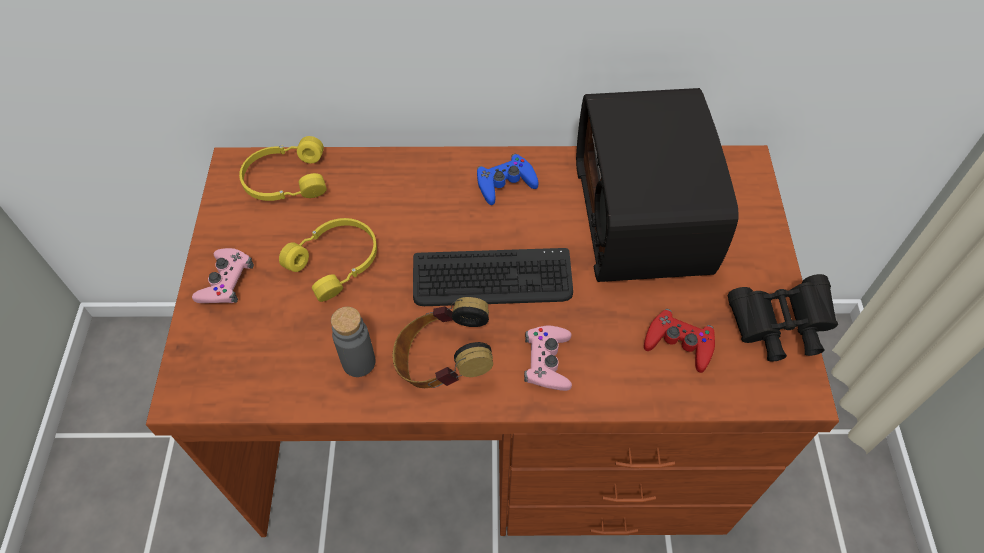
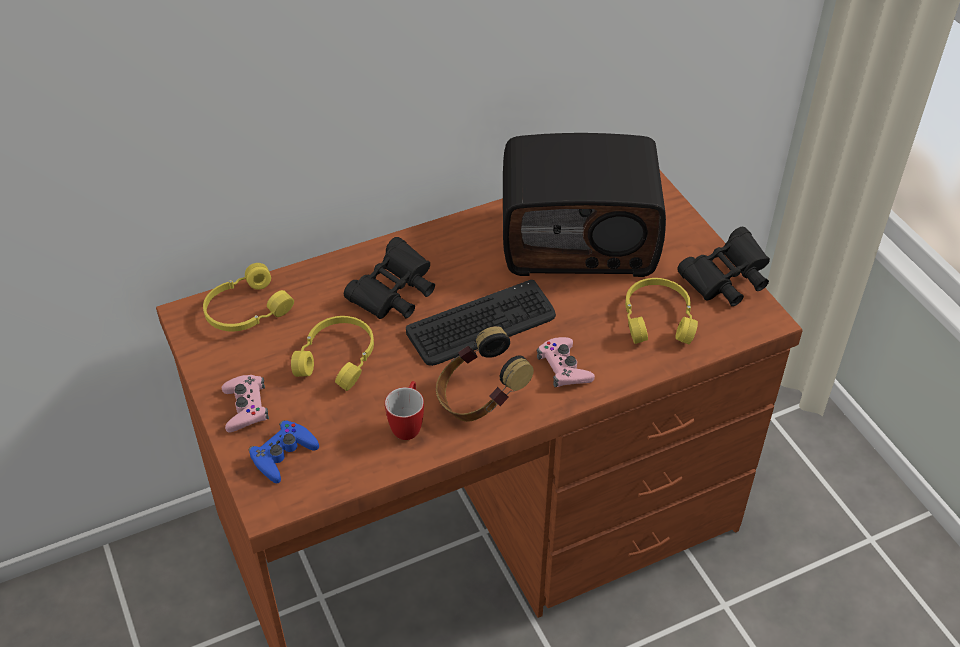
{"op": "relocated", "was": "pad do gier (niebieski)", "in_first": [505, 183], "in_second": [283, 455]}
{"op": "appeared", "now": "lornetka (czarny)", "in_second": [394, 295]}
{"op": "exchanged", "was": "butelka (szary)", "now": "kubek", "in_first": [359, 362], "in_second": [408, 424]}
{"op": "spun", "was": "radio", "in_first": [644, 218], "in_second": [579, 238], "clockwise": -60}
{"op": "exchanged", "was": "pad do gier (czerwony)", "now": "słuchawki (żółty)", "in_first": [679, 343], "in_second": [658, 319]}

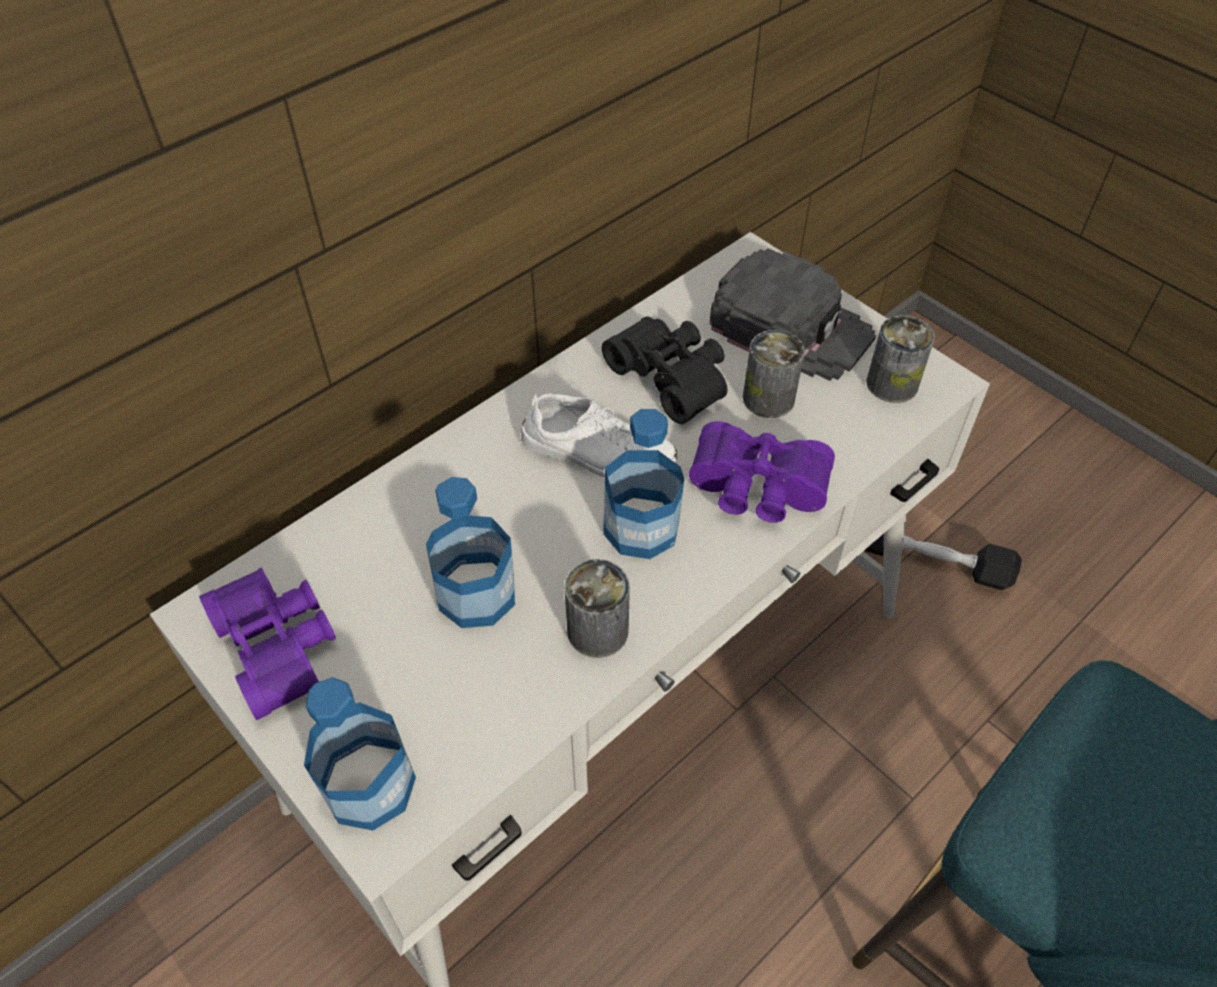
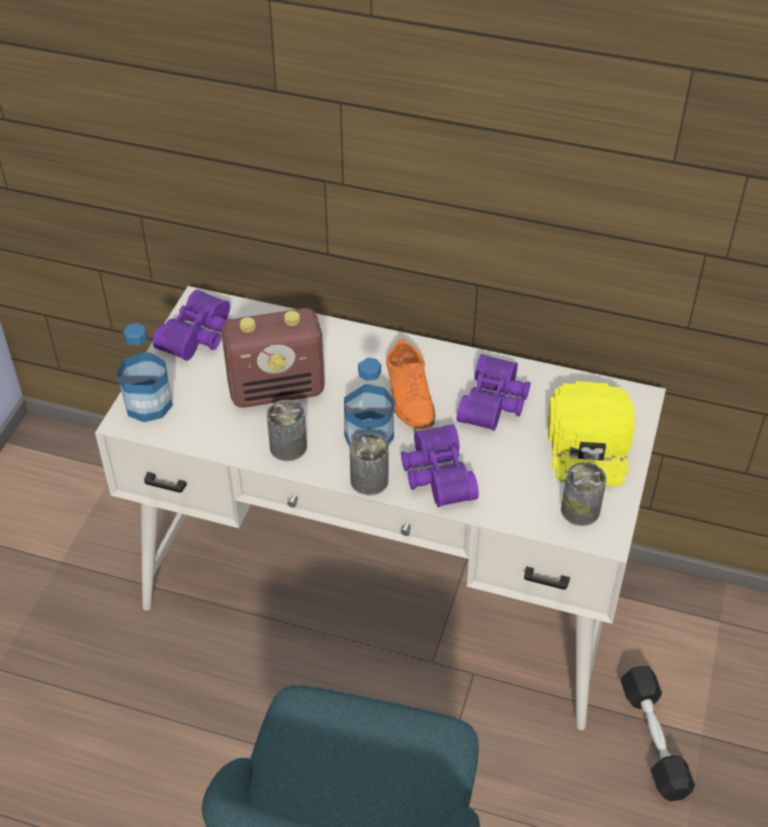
{"op": "exchanged", "was": "butelka", "now": "radio", "in_first": [476, 594], "in_second": [277, 391]}
{"op": "relocated", "was": "puszka", "in_first": [768, 398], "in_second": [369, 480]}
{"op": "colour", "was": "but (biały)", "now": "but (pomarańczowy)", "in_first": [597, 451], "in_second": [409, 395]}
{"op": "colour", "was": "lornetka (czarny)", "now": "lornetka (fioletowy)", "in_first": [672, 376], "in_second": [496, 403]}
{"op": "colour", "was": "czapka z daszkiem (czarny)", "now": "czapka z daszkiem (żółty)", "in_first": [792, 326], "in_second": [590, 442]}

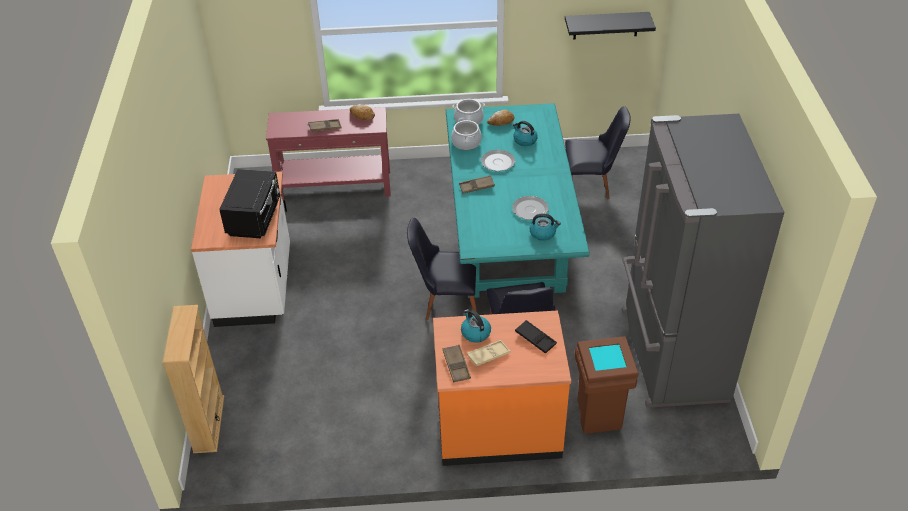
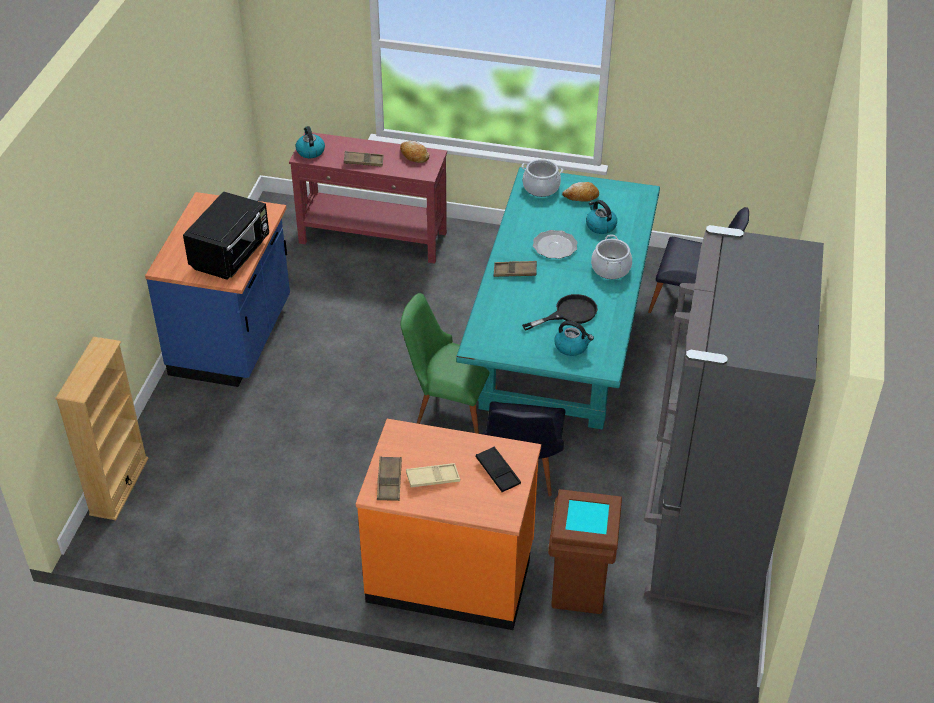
{"op": "colour", "was": "zabudowa kuchenna (biały)", "now": "zabudowa kuchenna (niebieski)", "in_first": [256, 287], "in_second": [233, 339]}
{"op": "relocated", "was": "czajnik", "in_first": [475, 333], "in_second": [310, 151]}
{"op": "colour", "was": "krzesło (czarny)", "now": "krzesło (zielony)", "in_first": [446, 302], "in_second": [449, 408]}
{"op": "exchanged", "was": "talerz", "now": "patelnia (czarny)", "in_first": [530, 209], "in_second": [569, 313]}
{"op": "relocated", "was": "garnek", "in_first": [466, 143], "in_second": [610, 269]}
{"op": "missing", "was": "półka (czarny)", "in_first": [606, 25]}

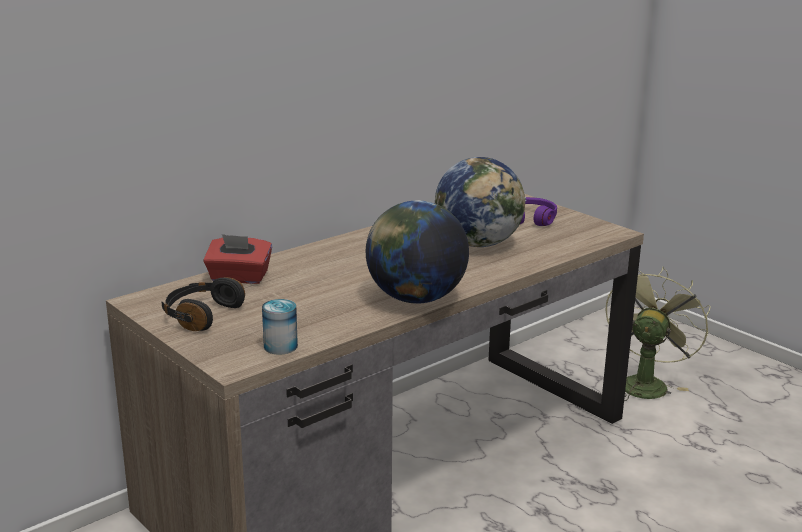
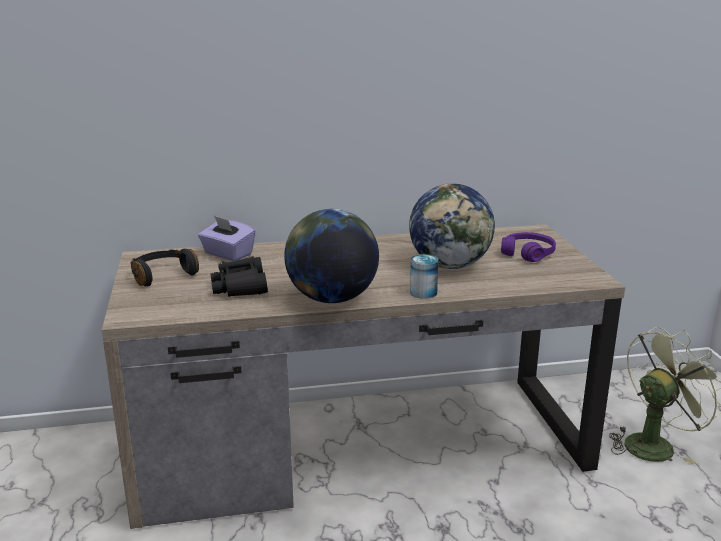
{"op": "colour", "was": "pudełko chusteczek (czerwony)", "now": "pudełko chusteczek (fioletowy)", "in_first": [239, 278], "in_second": [227, 254]}
{"op": "appeared", "now": "lornetka (czarny)", "in_second": [240, 287]}
{"op": "relocated", "was": "puszka", "in_first": [280, 346], "in_second": [423, 293]}

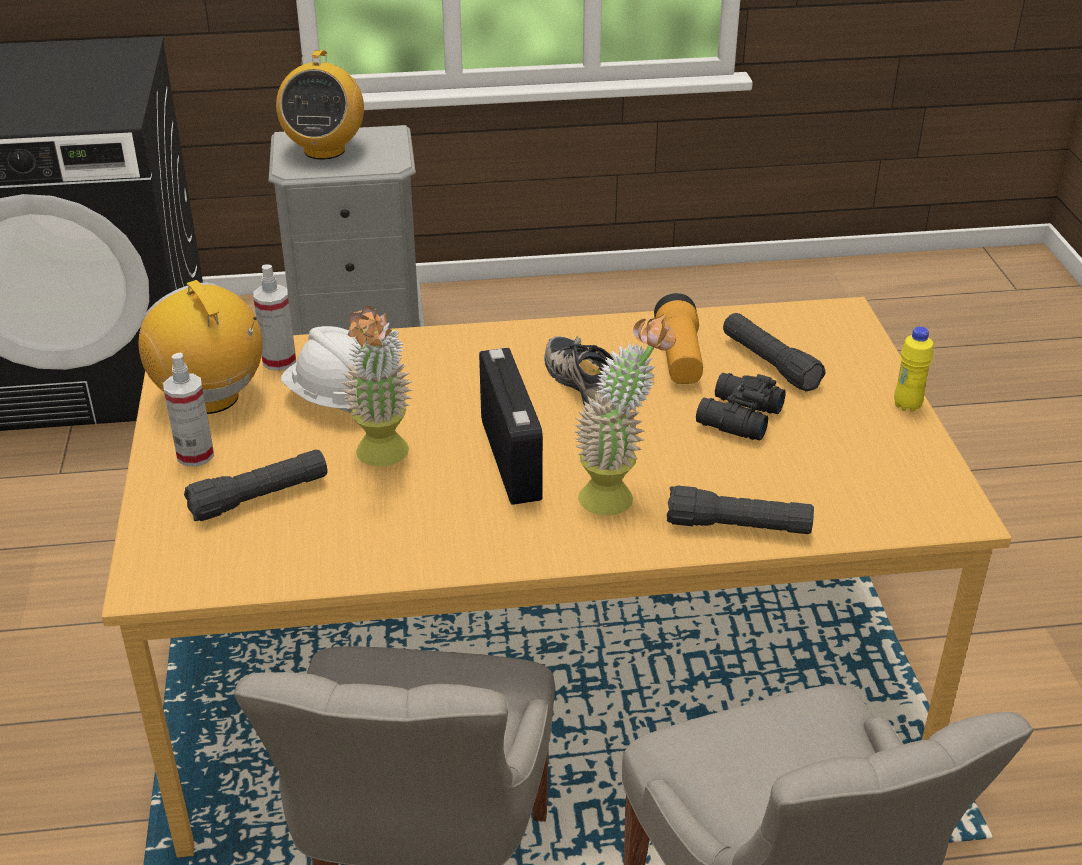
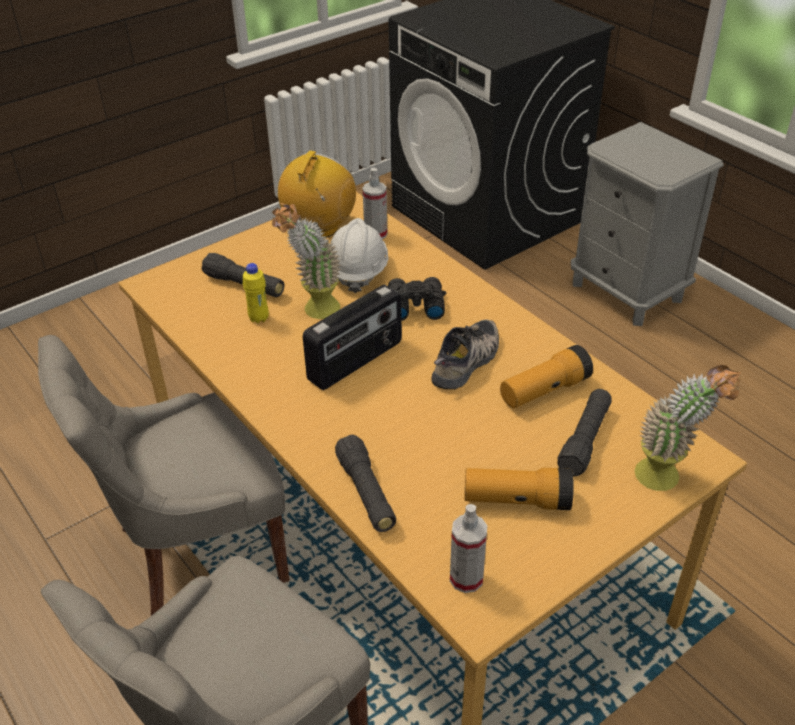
{"op": "relocated", "was": "butelka (żółty)", "in_first": [907, 405], "in_second": [259, 318]}
{"op": "relocated", "was": "lornetka (czarny)", "in_first": [737, 417], "in_second": [414, 305]}
{"op": "relocated", "was": "spryskiwacz", "in_first": [195, 455], "in_second": [466, 578]}
{"op": "appeared", "now": "latarka", "in_second": [517, 500]}
{"op": "relocated", "was": "roślina doniczkowa", "in_first": [618, 494], "in_second": [668, 479]}
{"op": "missing", "was": "radio", "in_first": [324, 150]}

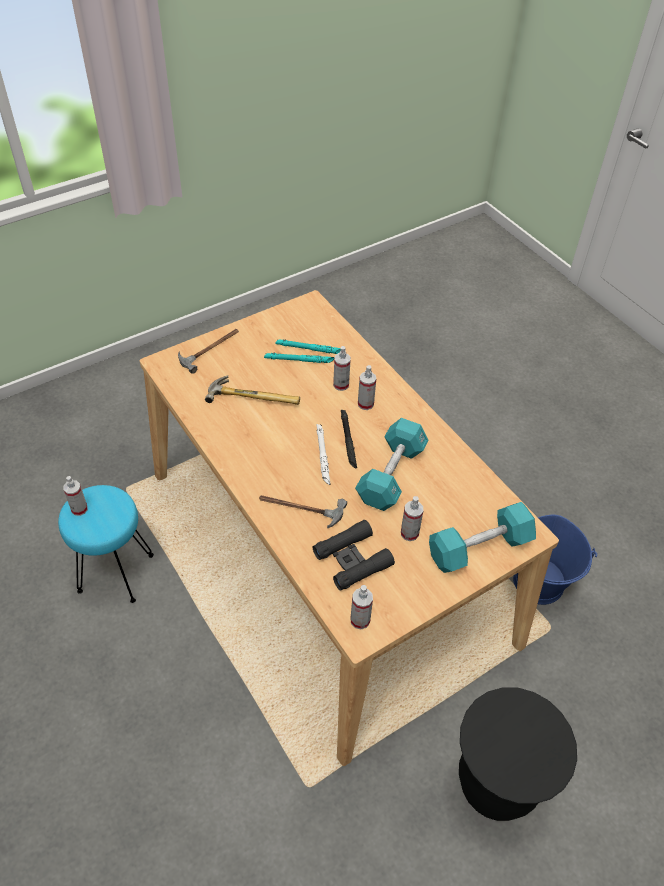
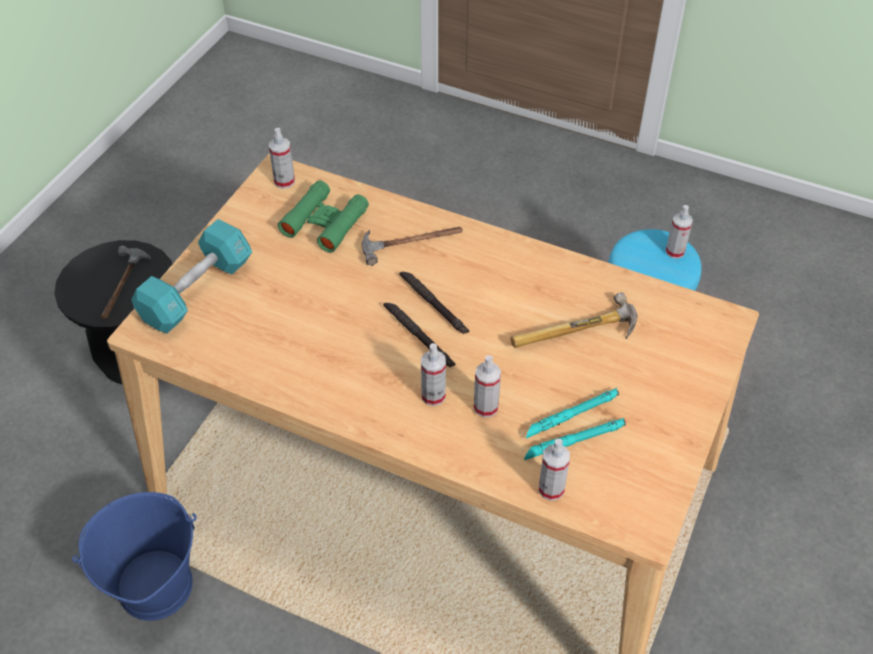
{"op": "relocated", "was": "młotek", "in_first": [210, 349], "in_second": [122, 286]}
{"op": "colour", "was": "lornetka (czarny)", "now": "lornetka (zielony)", "in_first": [352, 559], "in_second": [325, 222]}
{"op": "colour", "was": "latarka (biały)", "now": "latarka (czarny)", "in_first": [323, 456], "in_second": [433, 305]}
{"op": "relocated", "was": "spryskiwacz", "in_first": [409, 533], "in_second": [551, 489]}
{"op": "missing", "was": "hantel (turkusowy)", "in_first": [391, 474]}

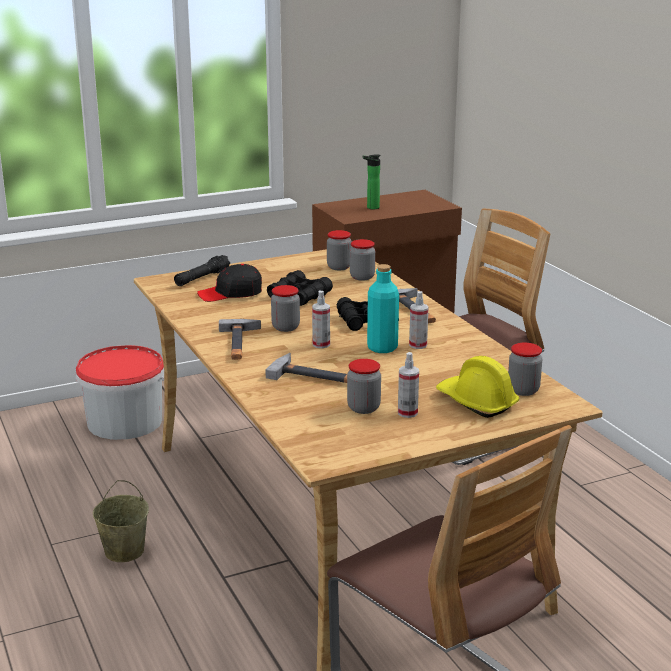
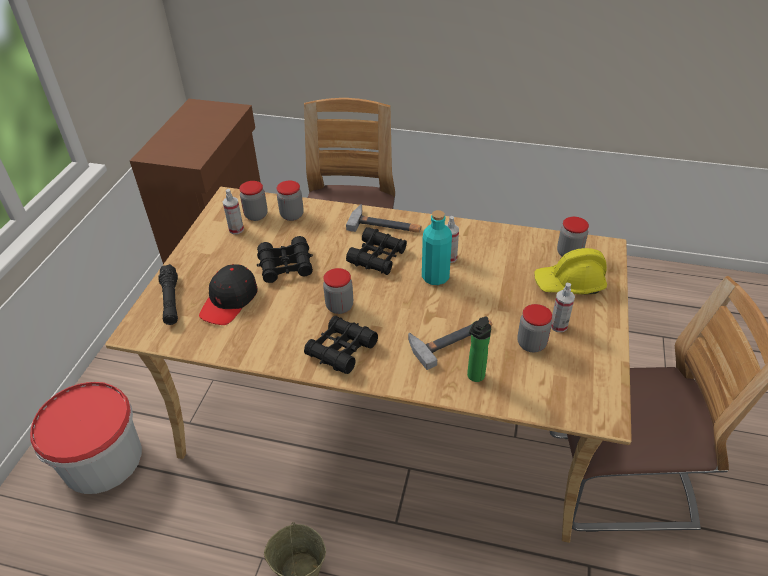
{"op": "relocated", "was": "spryskiwacz", "in_first": [321, 344], "in_second": [236, 229]}
{"op": "exchanged", "was": "młotek", "now": "lornetka (czarny)", "in_first": [239, 343], "in_second": [341, 350]}
{"op": "relocated", "was": "butelka", "in_first": [371, 207], "in_second": [474, 377]}

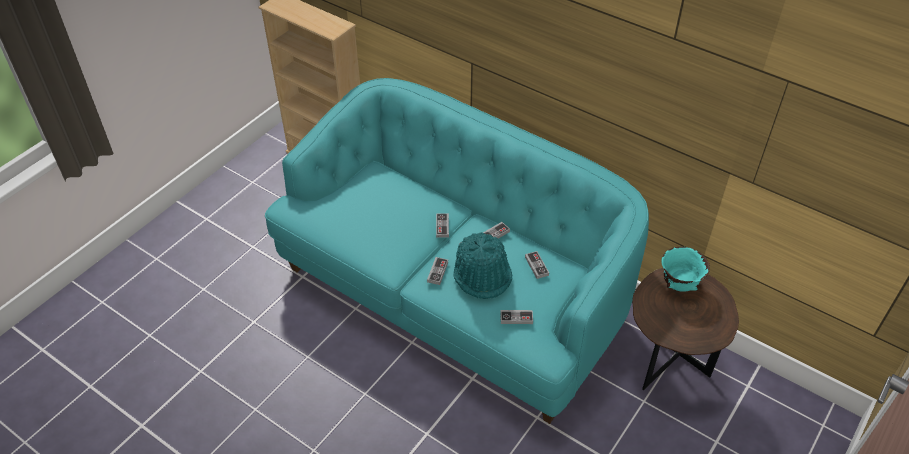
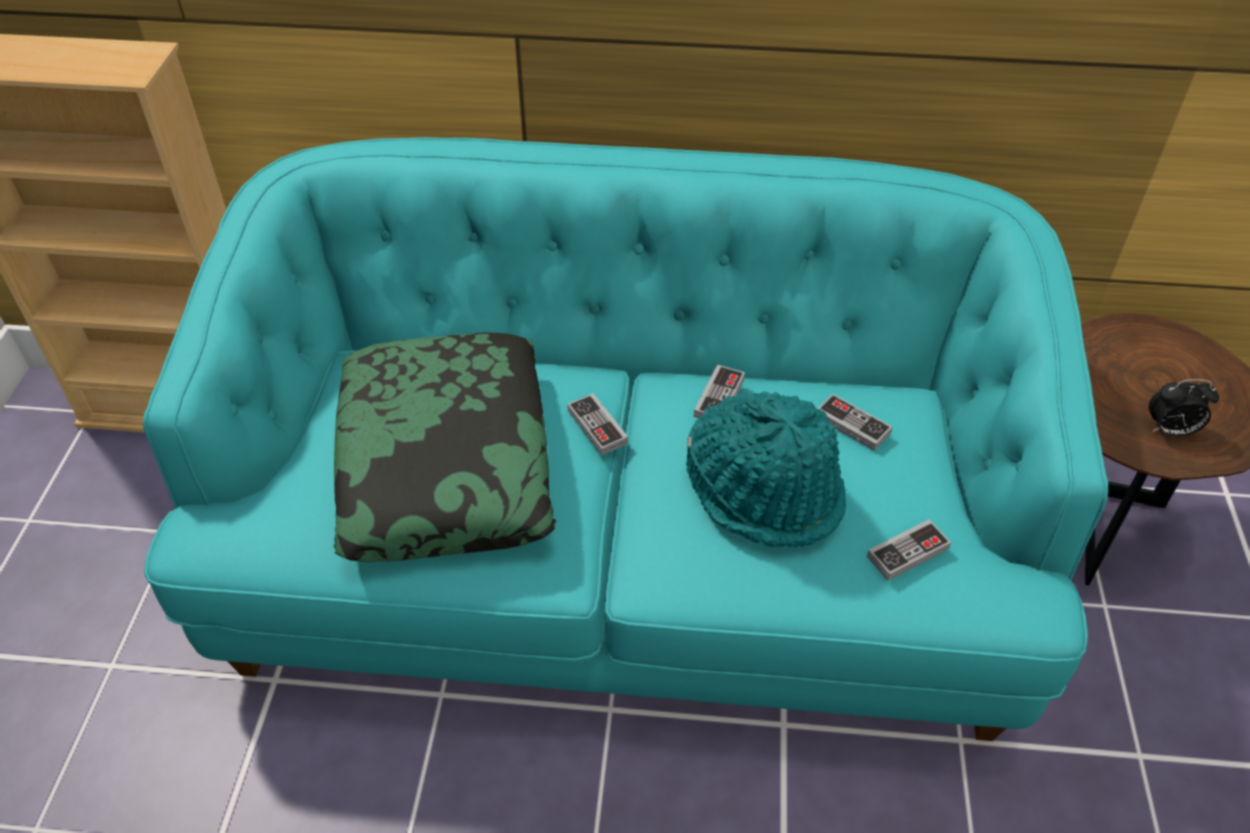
{"op": "appeared", "now": "poduszka", "in_second": [447, 463]}
{"op": "appeared", "now": "budzik", "in_second": [1169, 430]}
{"op": "missing", "was": "pad do gier", "in_first": [437, 272]}
{"op": "missing", "was": "miska (turkusowy)", "in_first": [679, 284]}

